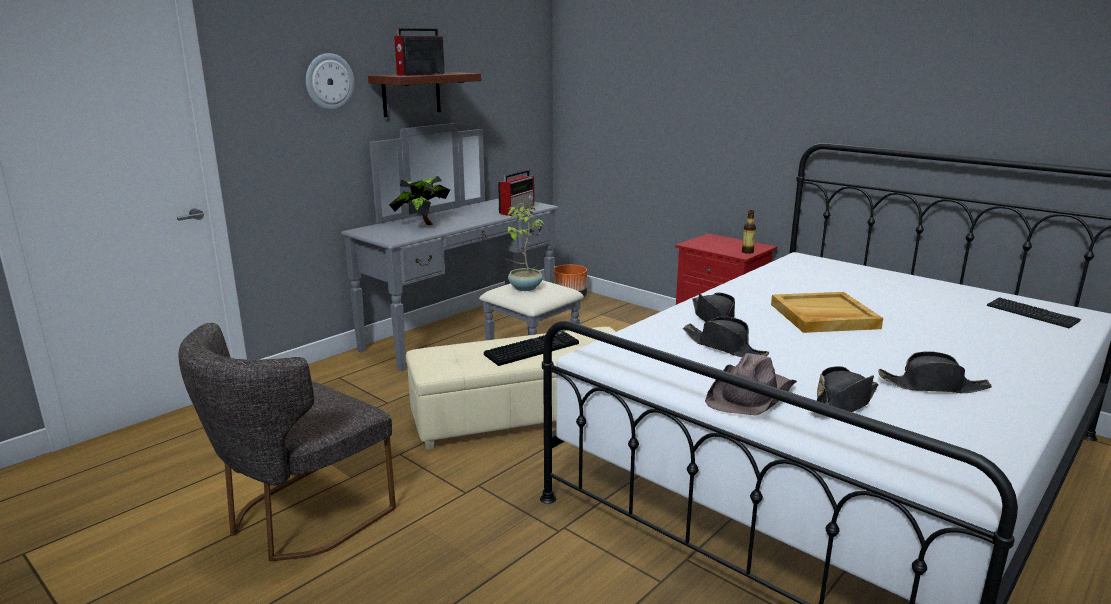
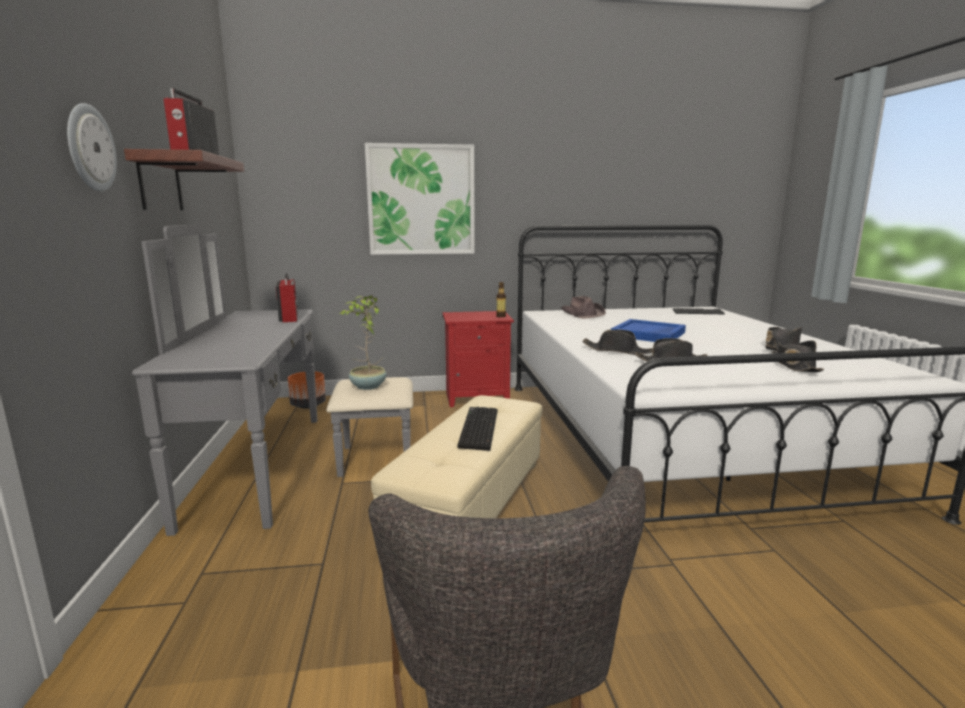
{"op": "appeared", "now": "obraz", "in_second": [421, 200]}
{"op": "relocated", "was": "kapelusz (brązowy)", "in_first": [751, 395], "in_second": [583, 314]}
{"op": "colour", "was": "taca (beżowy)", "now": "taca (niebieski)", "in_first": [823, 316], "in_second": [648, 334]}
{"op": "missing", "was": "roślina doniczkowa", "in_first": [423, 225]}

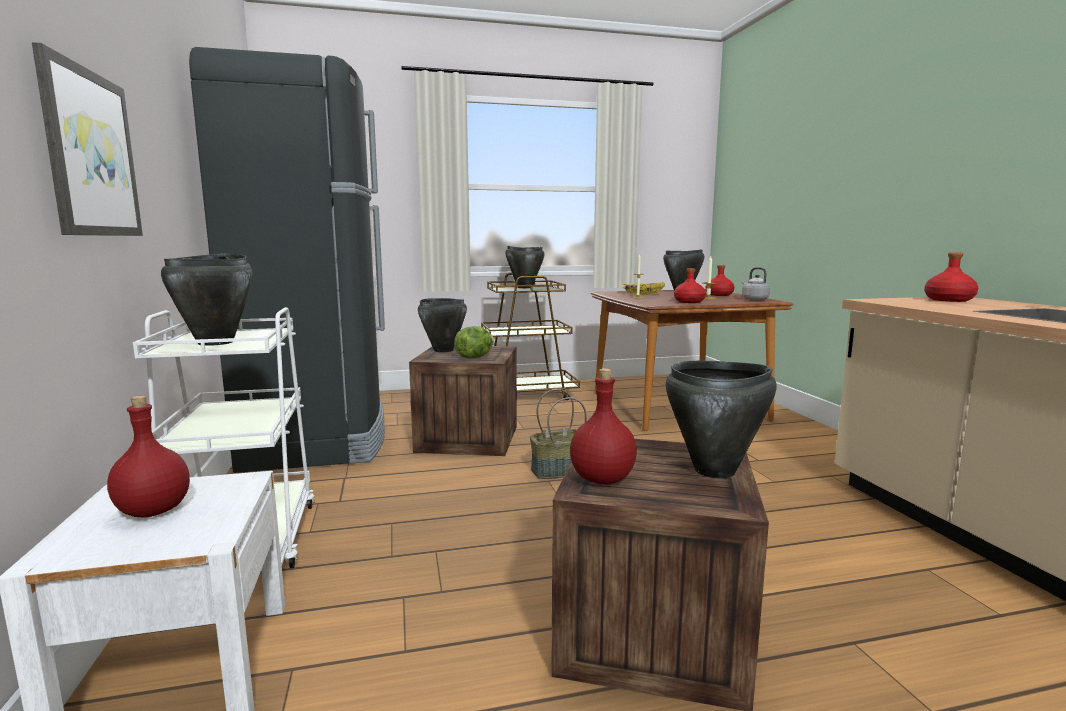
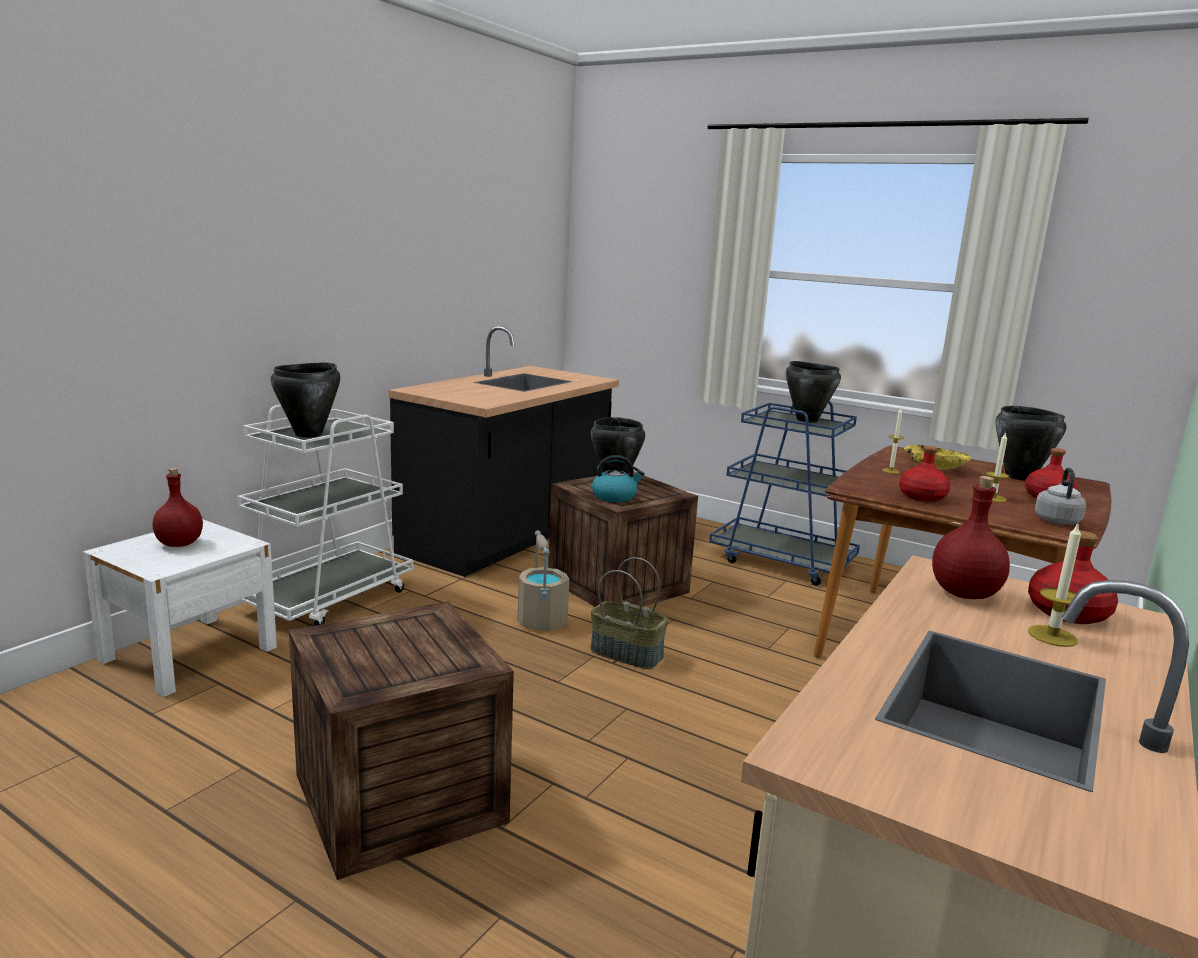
{"op": "exchanged", "was": "lodówka (czarny)", "now": "zabudowa kuchenna (czarny)", "in_first": [318, 439], "in_second": [508, 537]}
{"op": "appeared", "now": "wiadro (beżowy)", "in_second": [541, 621]}
{"op": "exchanged", "was": "sałata", "now": "czajnik", "in_first": [475, 357], "in_second": [615, 497]}
{"op": "colour", "was": "wózek (brązowy)", "now": "wózek (niebieski)", "in_first": [526, 395], "in_second": [782, 562]}
{"op": "relocated", "was": "butelka (czerwony)", "in_first": [603, 479], "in_second": [965, 594]}
{"op": "appeared", "now": "świeca", "in_second": [1052, 636]}
{"op": "missing", "was": "obraz", "in_first": [89, 154]}
{"op": "missing", "was": "garnek (czarny)", "in_first": [715, 471]}

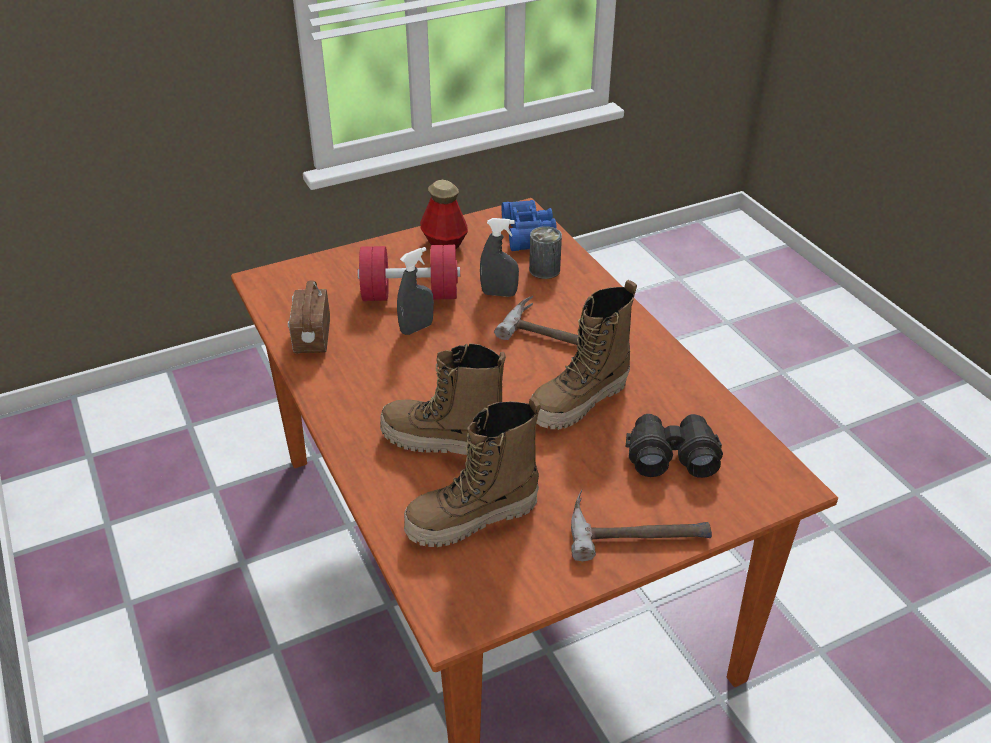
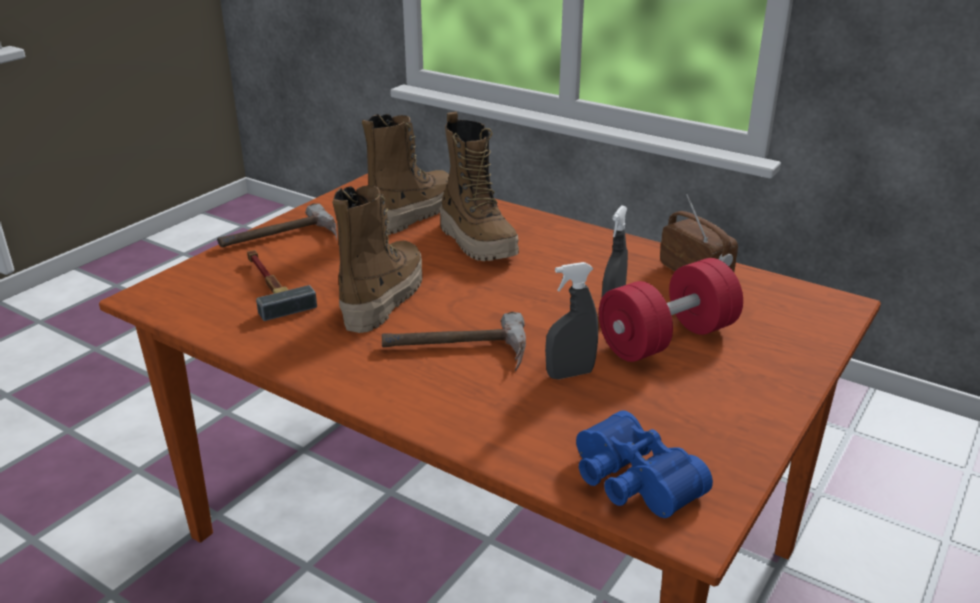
{"op": "exchanged", "was": "lornetka (czarny)", "now": "młotek", "in_first": [671, 455], "in_second": [270, 286]}
{"op": "spun", "was": "but z cholewką", "in_first": [444, 442], "in_second": [478, 242], "clockwise": 75}
{"op": "missing", "was": "butelka", "in_first": [444, 243]}
{"op": "missing", "was": "puszka", "in_first": [544, 270]}

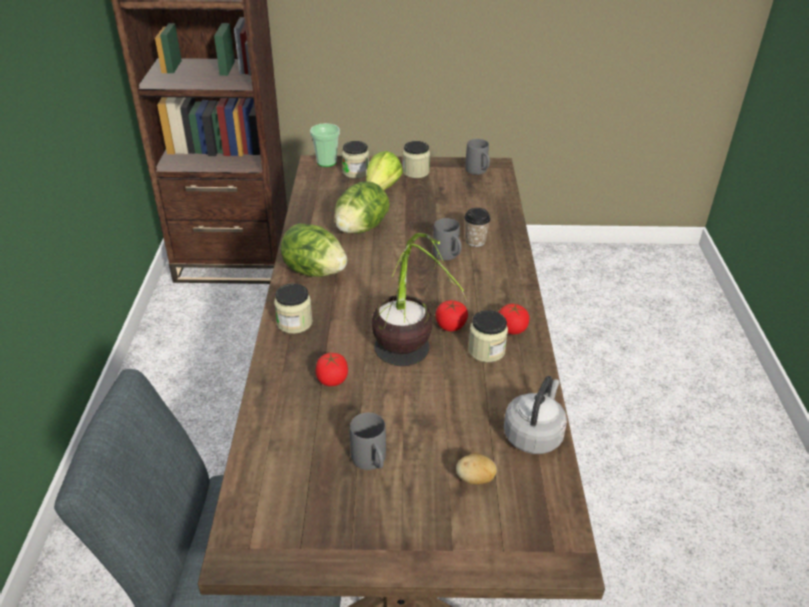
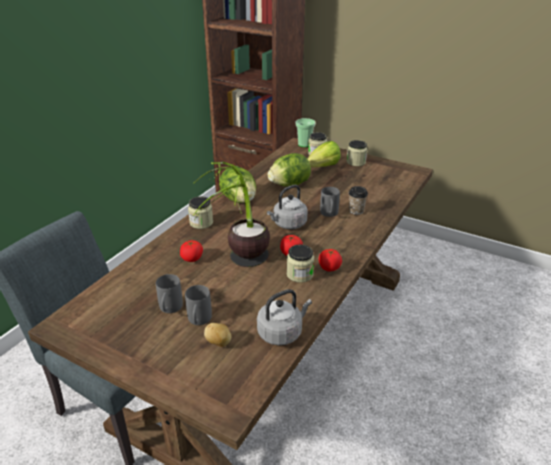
{"op": "relocated", "was": "kubek (szary)", "in_first": [478, 172], "in_second": [199, 321]}
{"op": "appeared", "now": "czajnik (szary)", "in_second": [288, 224]}

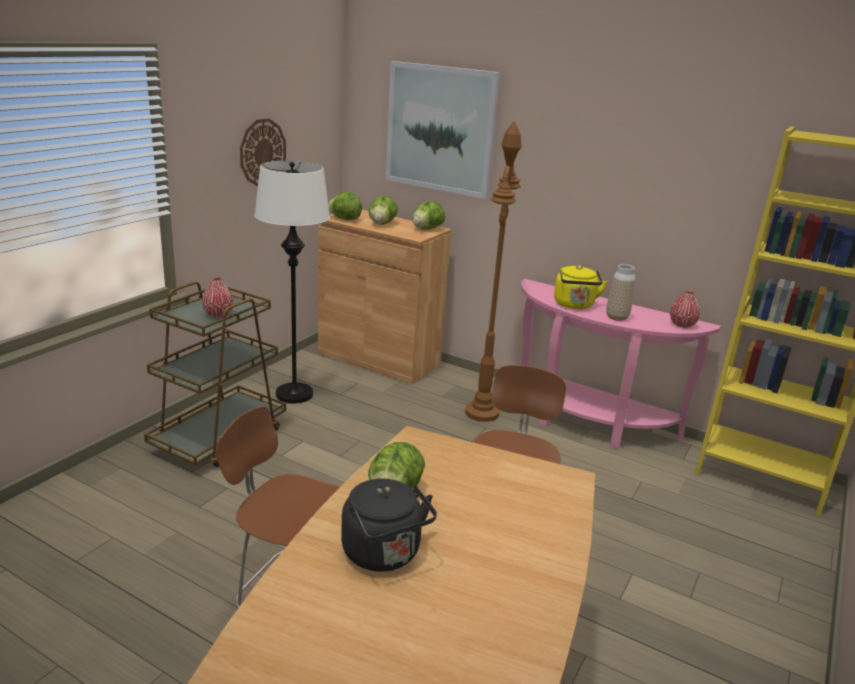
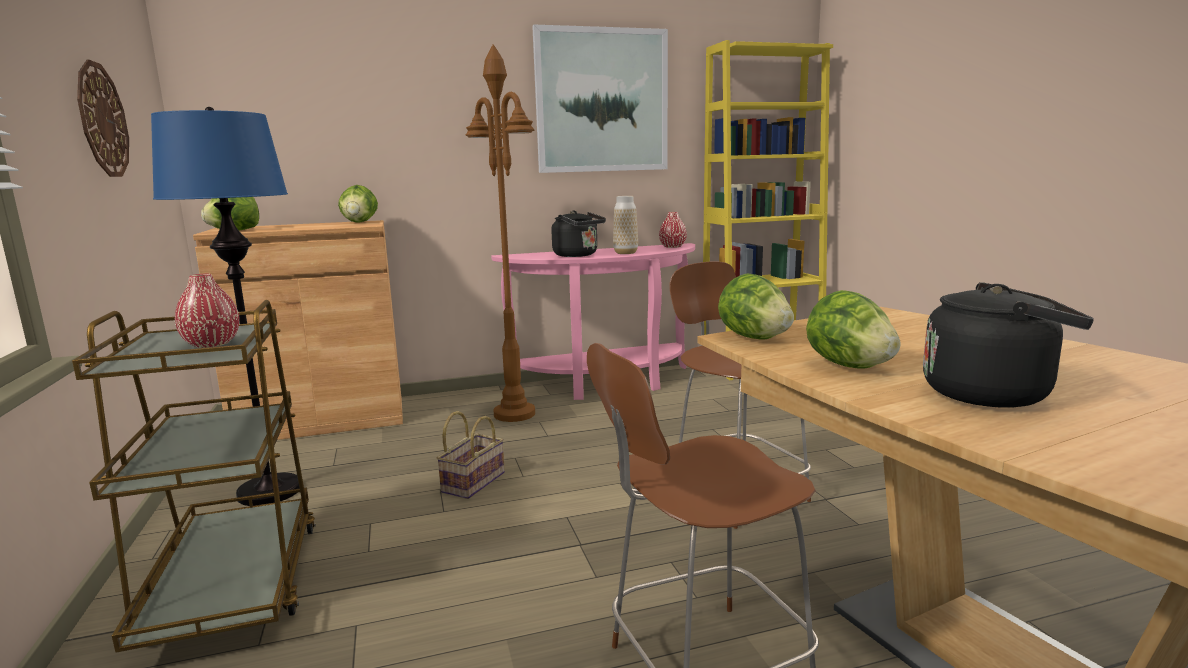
{"op": "colour", "was": "lampa stojąca (biały)", "now": "lampa stojąca (niebieski)", "in_first": [294, 394], "in_second": [270, 491]}
{"op": "appeared", "now": "koszyk", "in_second": [473, 481]}
{"op": "relocated", "was": "obraz", "in_first": [440, 129], "in_second": [602, 101]}
{"op": "colour", "was": "czajnik (żółty)", "now": "czajnik (czarny)", "in_first": [574, 305], "in_second": [578, 255]}
{"op": "relocated", "was": "sałata", "in_first": [382, 224], "in_second": [754, 338]}

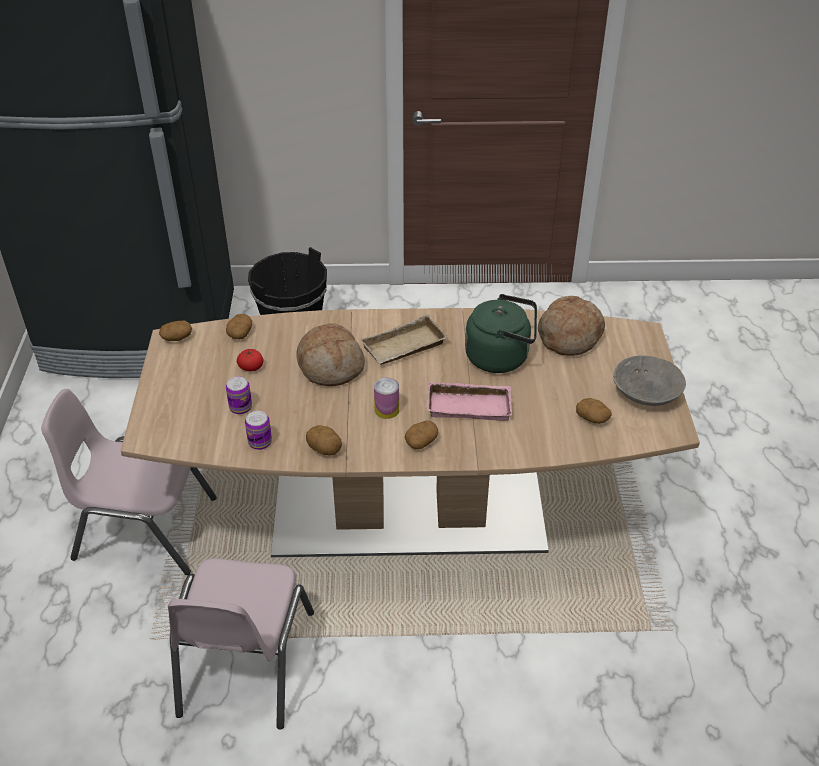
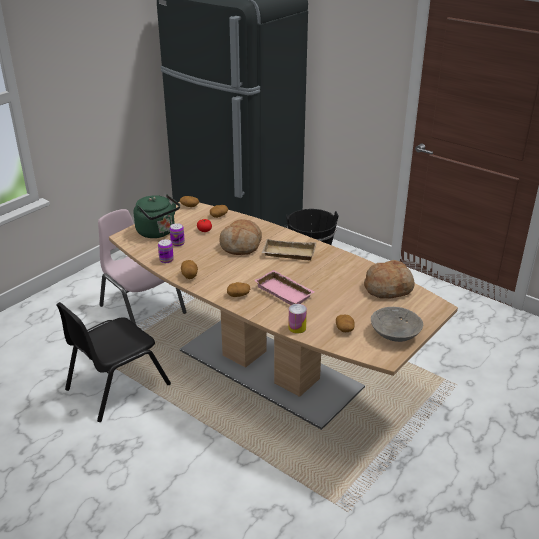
{"op": "colour", "was": "krzesło (różowy)", "now": "krzesło (czarny)", "in_first": [245, 663], "in_second": [116, 386]}
{"op": "relocated", "was": "czajnik (zielony)", "in_first": [501, 357], "in_second": [158, 232]}
{"op": "relocated", "was": "puszka", "in_first": [387, 410], "in_second": [297, 328]}

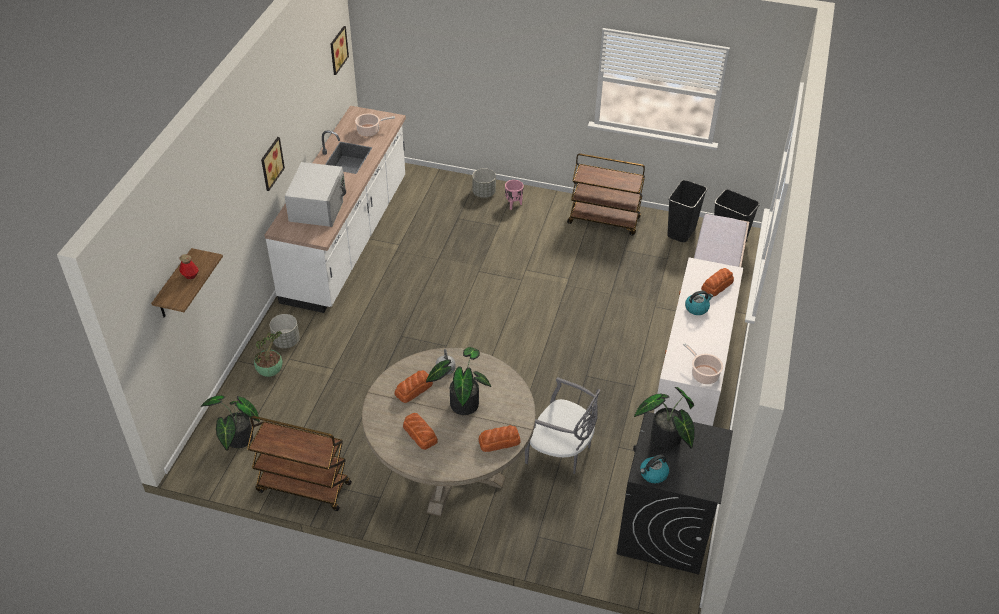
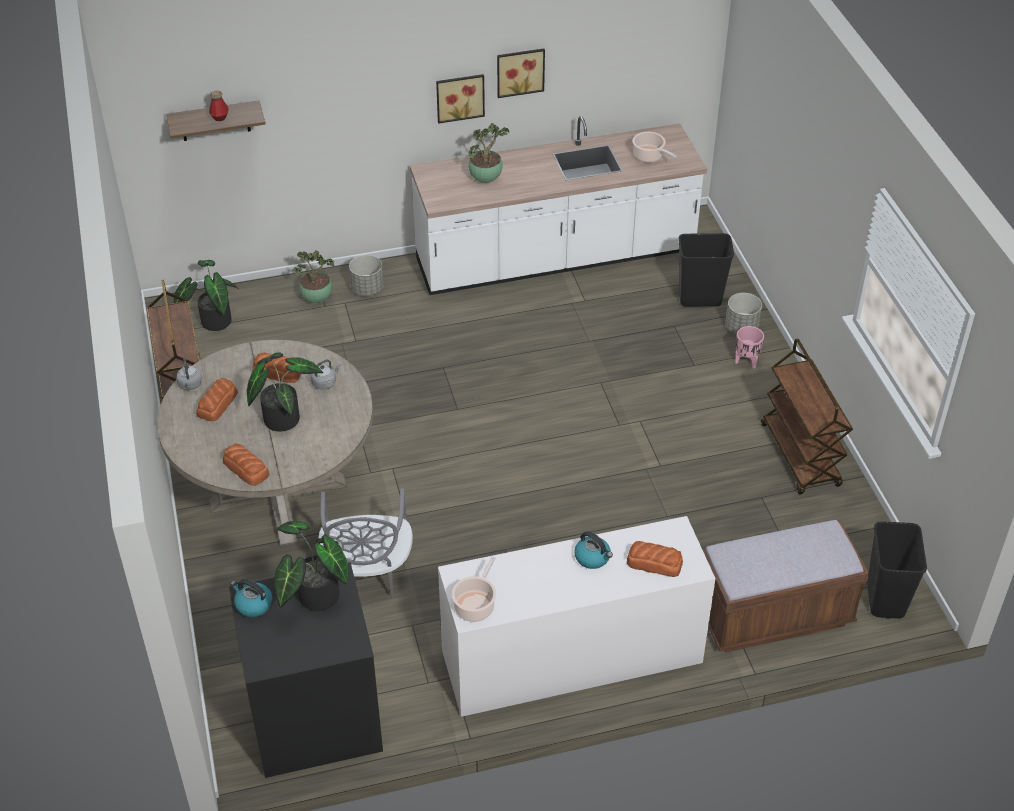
{"op": "appeared", "now": "czajnik (szary)", "in_second": [190, 385]}
{"op": "exchanged", "was": "mikrofalówka (biały)", "now": "roślina doniczkowa", "in_first": [318, 206], "in_second": [486, 179]}
{"op": "relocated", "was": "obraz", "in_first": [337, 50], "in_second": [520, 71]}
{"op": "relocated", "was": "kosz na śmieci (czarny)", "in_first": [681, 232], "in_second": [700, 298]}

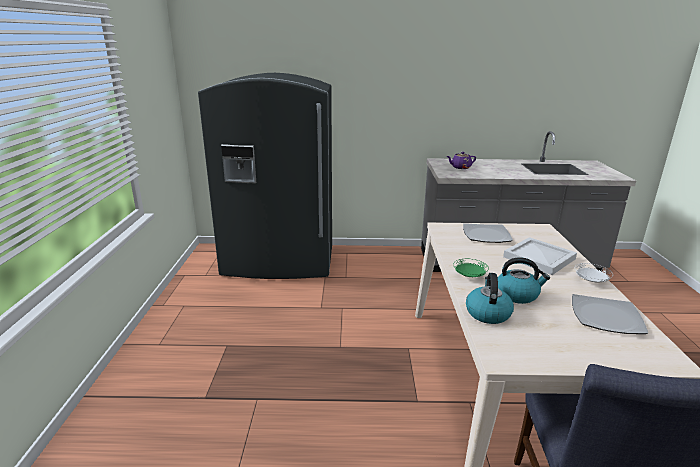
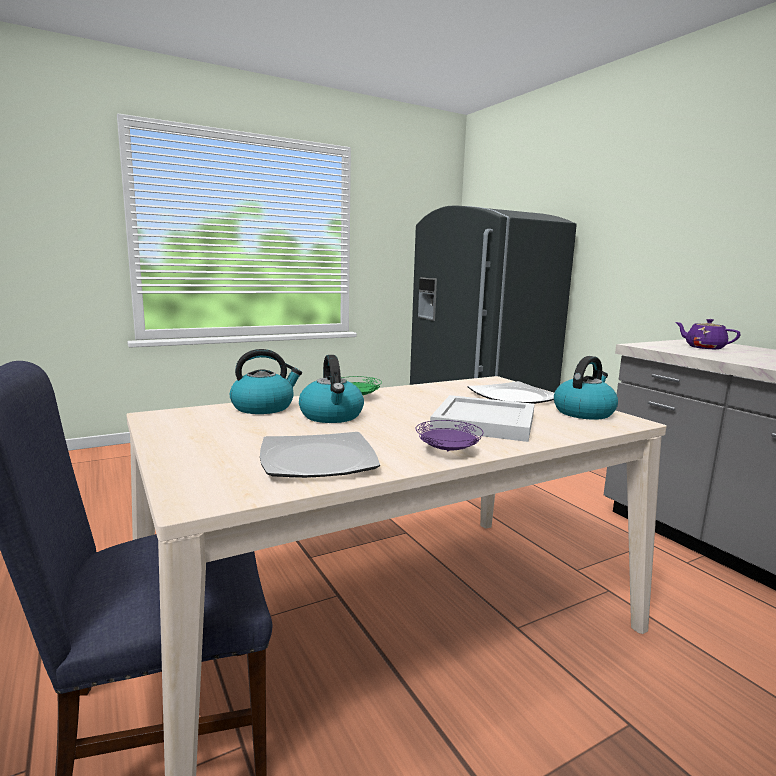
{"op": "colour", "was": "talerz (biały)", "now": "talerz (fioletowy)", "in_first": [591, 281], "in_second": [447, 451]}
{"op": "appeared", "now": "czajnik", "in_second": [584, 412]}

